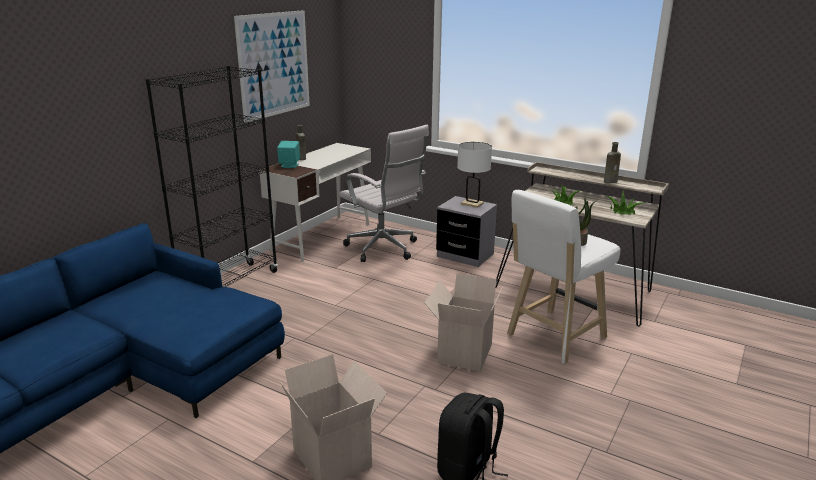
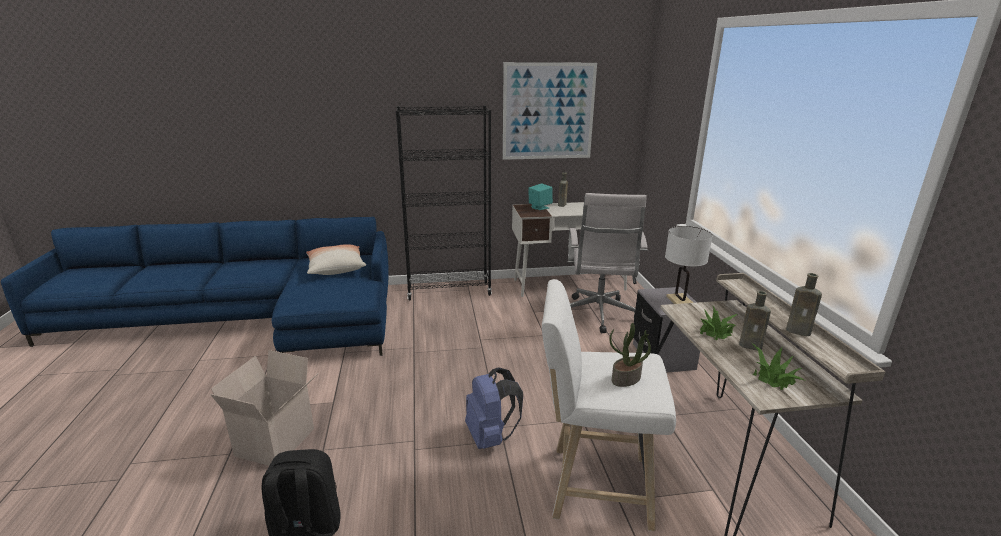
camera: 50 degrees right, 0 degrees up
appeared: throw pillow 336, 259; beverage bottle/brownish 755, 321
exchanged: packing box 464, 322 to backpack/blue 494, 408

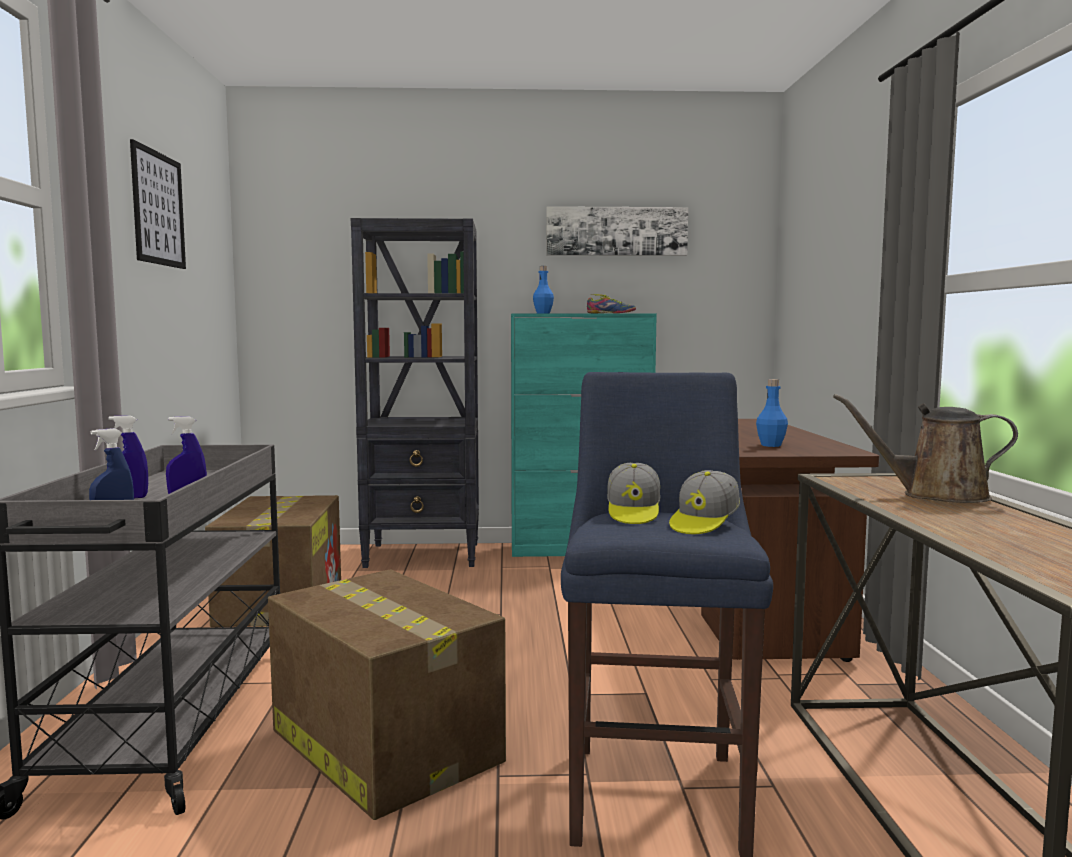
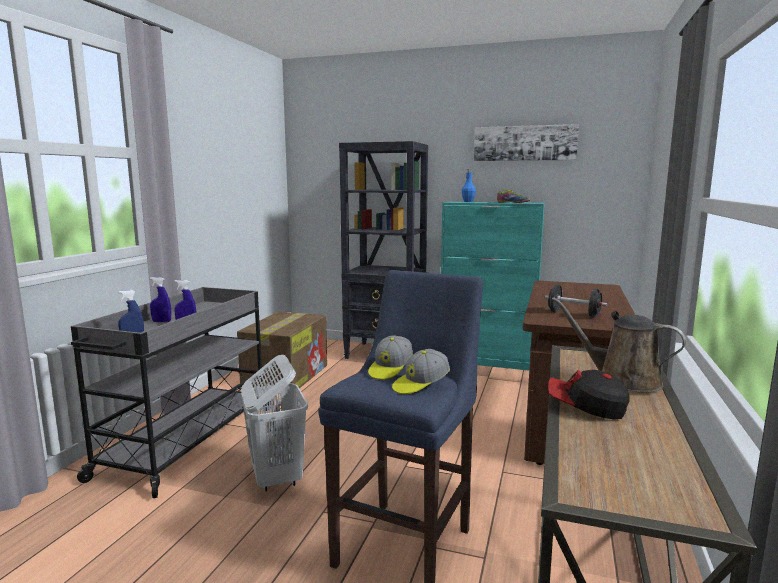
camera: 20 degrees right, 5 degrees up
missing: wall picture 158, 204
appeared: baseball cap 589, 394
exchanged: packing box 387, 694 to washing basket/whitish 274, 423; beverage bottle/blue 772, 413 to free weight/black-coloured 575, 301

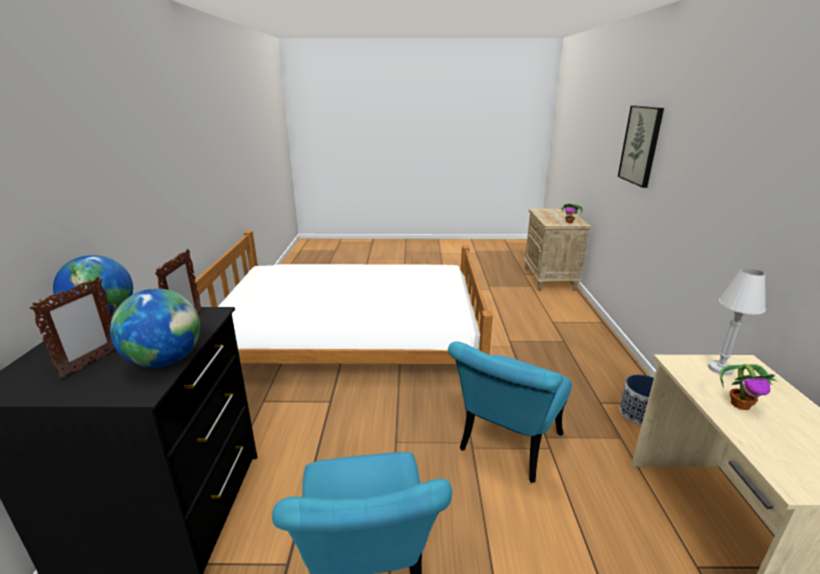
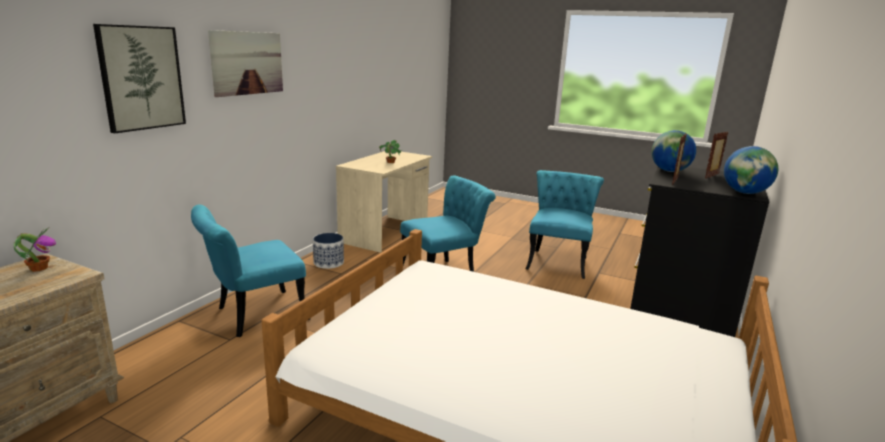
camera: 155 degrees left, 5 degrees down
missing: tabletop lamp/whitish 737, 321
appeared: upright chair/blue-green 250, 271; wall picture 245, 63

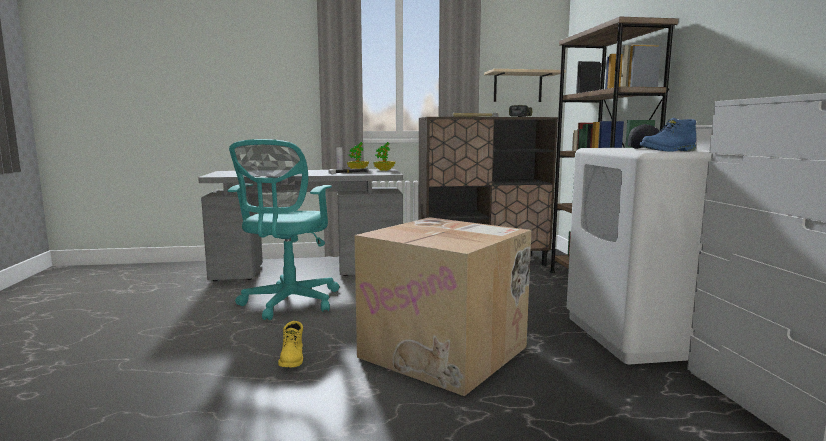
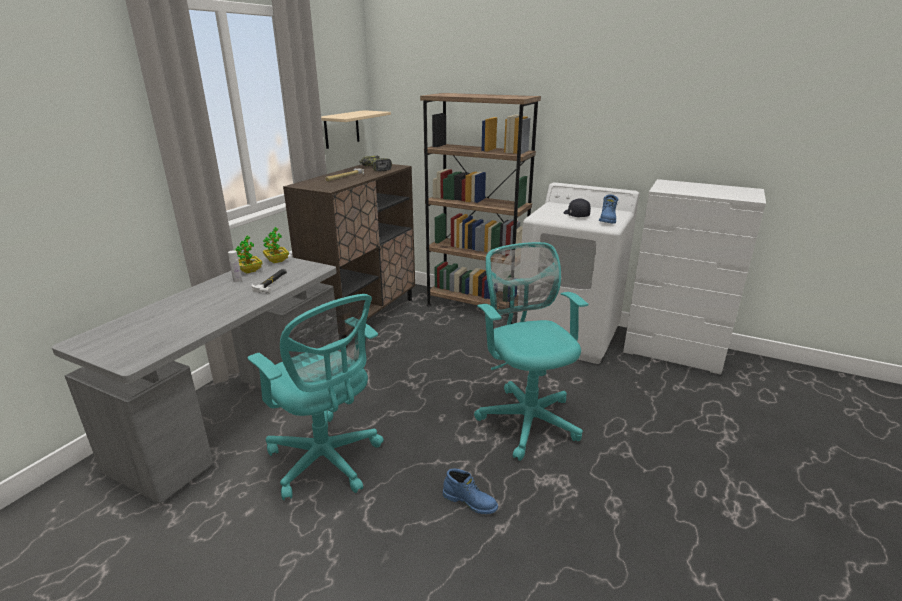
camera: 55 degrees left, 15 degrees up
exchanged: packing box 442, 306 to office chair/blue-green 531, 351
colour: high-top boot/yellow 290, 344 to high-top boot/blue 470, 491

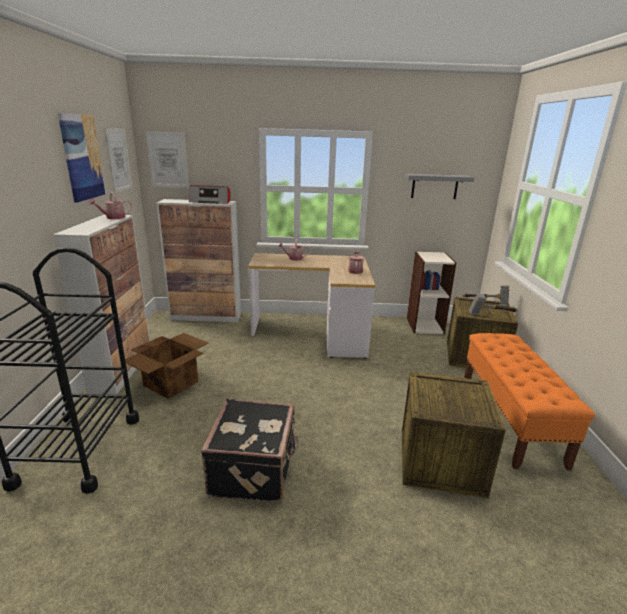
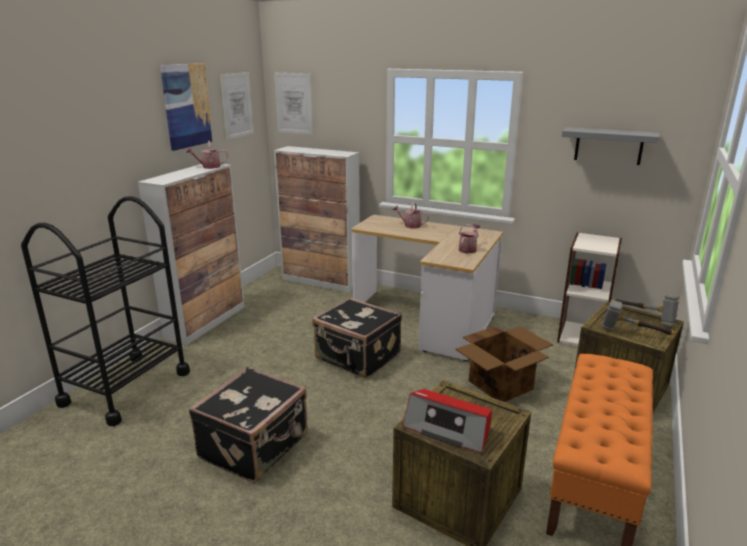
camera: 25 degrees right, 0 degrees up
appeared: suitcase/black-coloured 357, 337
relocated: packing box 167, 366 to 504, 364; radio receiver 209, 194 to 447, 421

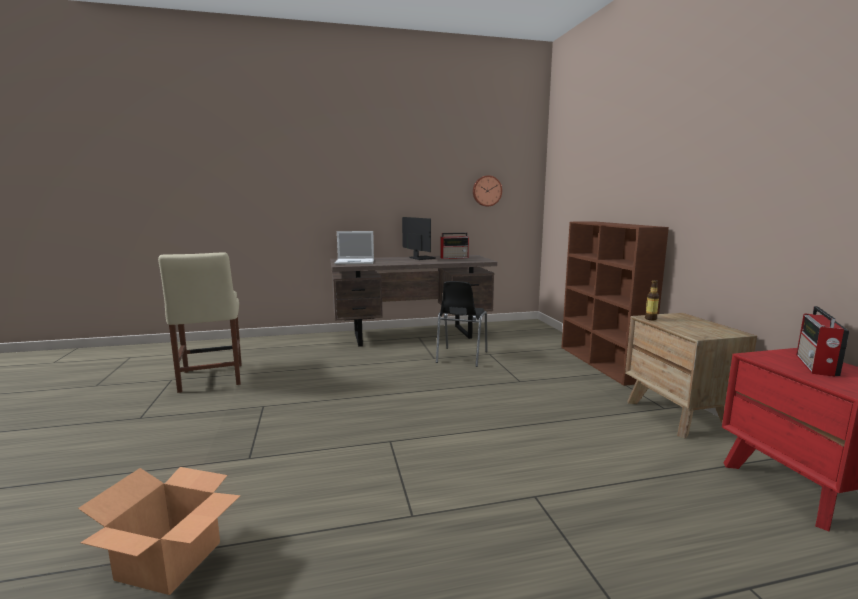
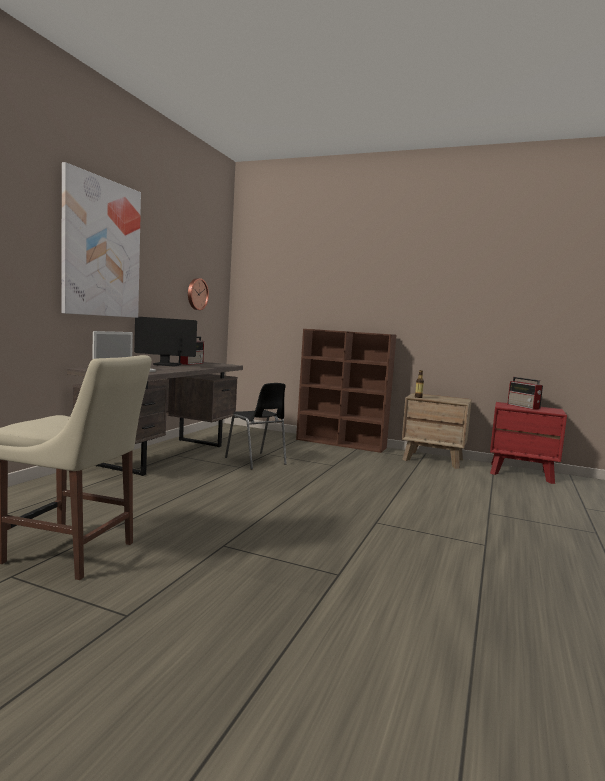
camera: 55 degrees left, 5 degrees down
missing: packing box 159, 531
appeared: wall picture 101, 240

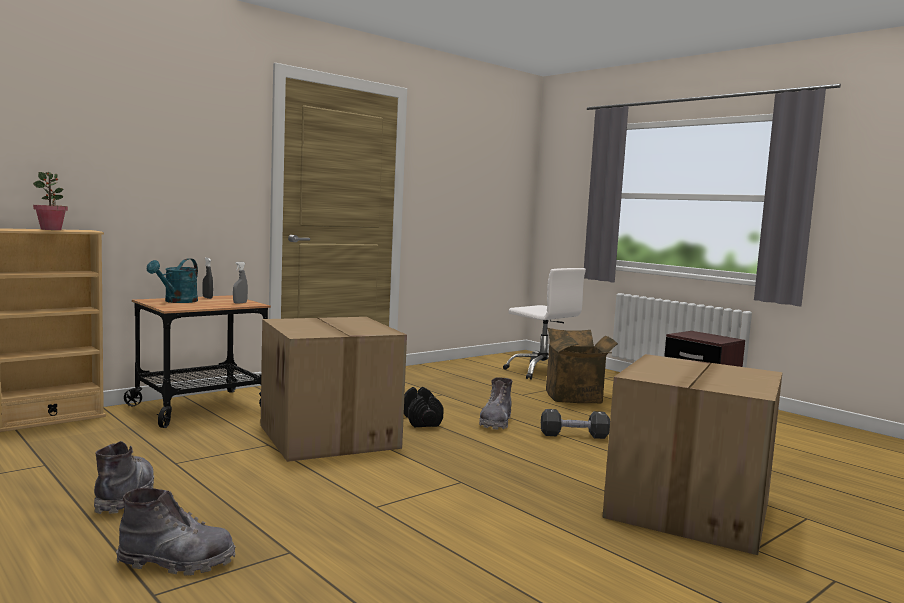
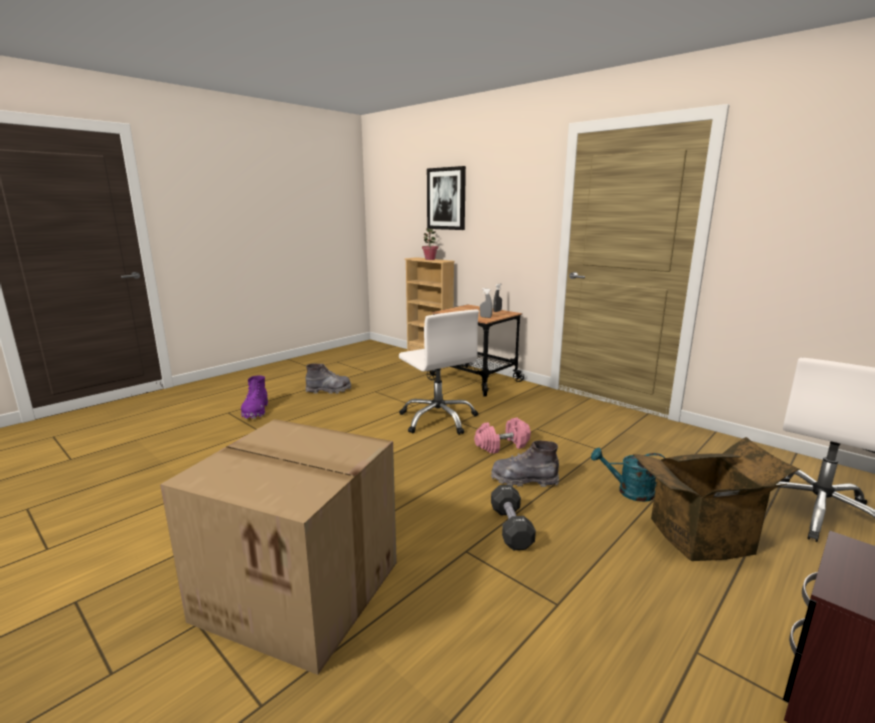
camera: 85 degrees right, 10 degrees up
appeared: wall picture 446, 198
relocated: sprinkling can/blue-green 172, 280 to 628, 475
exchanged: packing box 334, 389 to office chair/whitish 439, 372
colour: high-top boot/grey 176, 532 to high-top boot/purple 254, 397; free weight/black-coloured 424, 407 to free weight/pink-coloured 502, 435

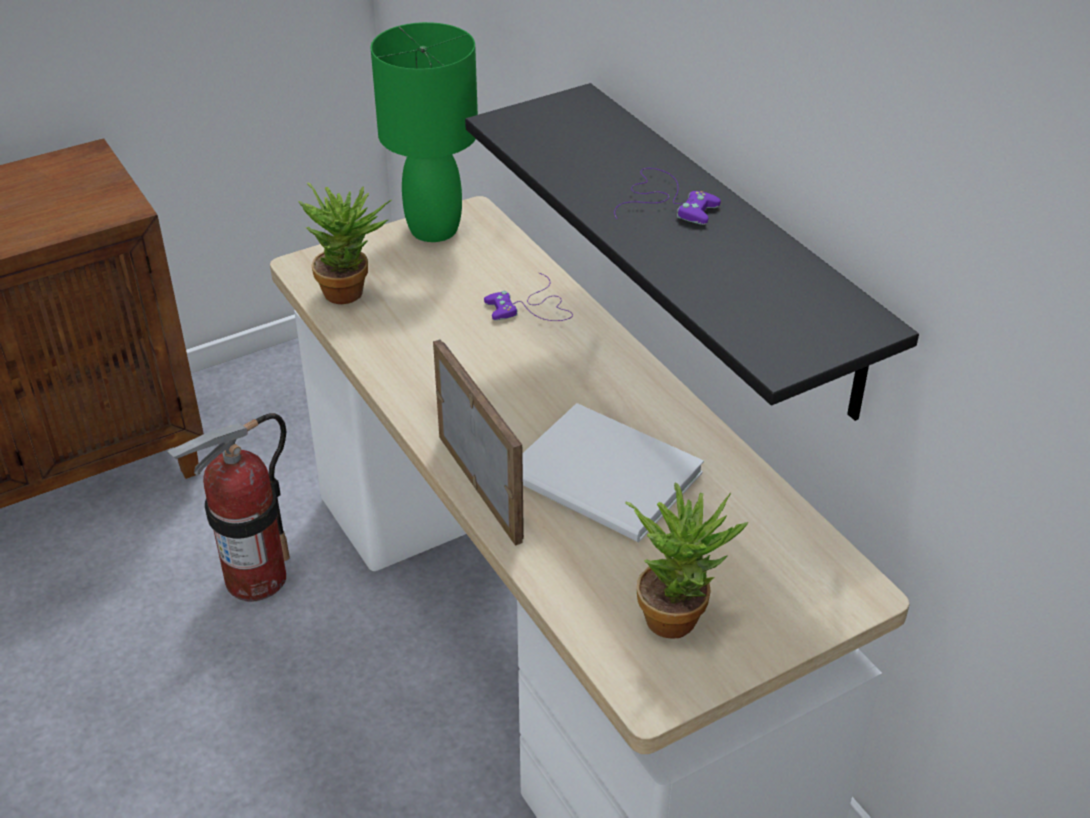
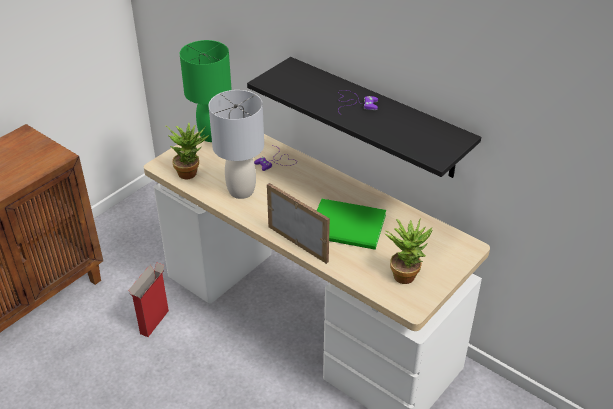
camera: 20 degrees left, 0 degrees up
appeared: tabletop lamp/grey 236, 144
exchanged: fire extinguisher 228, 507 to packing box 148, 299
colour: book/whitish 613, 472 to book/green-coloured 351, 224

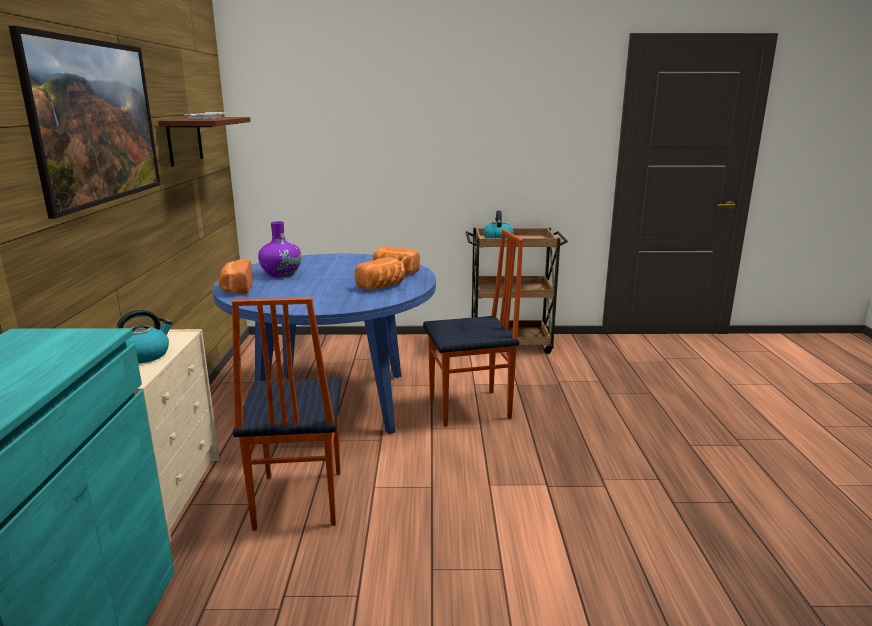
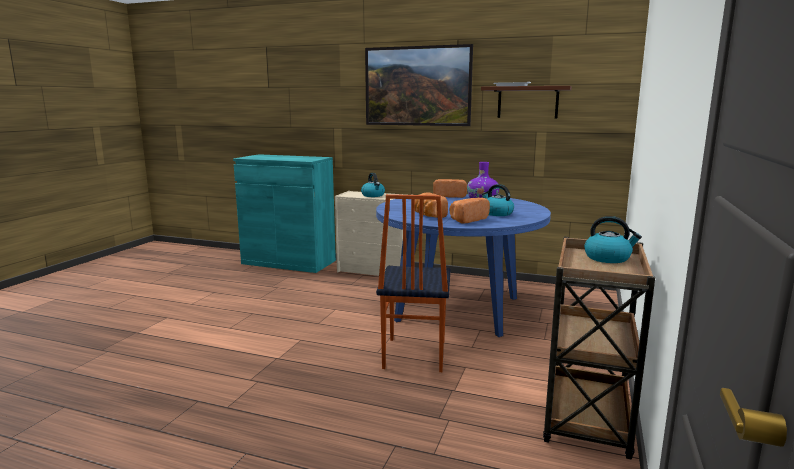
camera: 110 degrees right, 5 degrees down
missing: upright chair 287, 414
appeared: tea kettle 498, 200

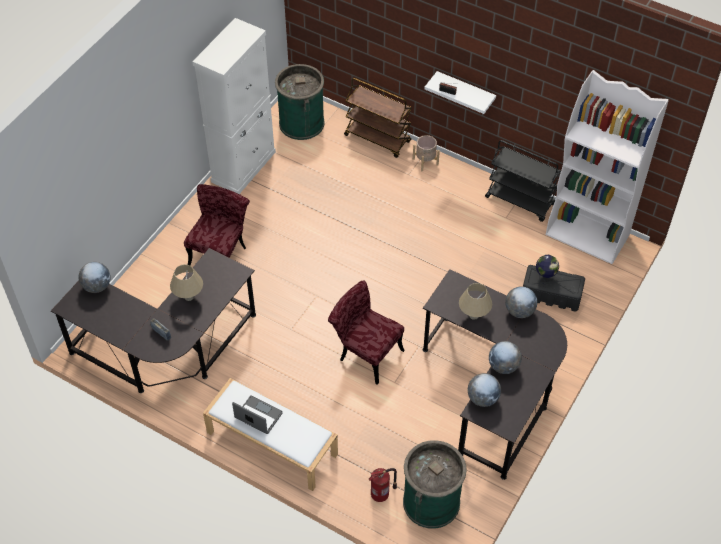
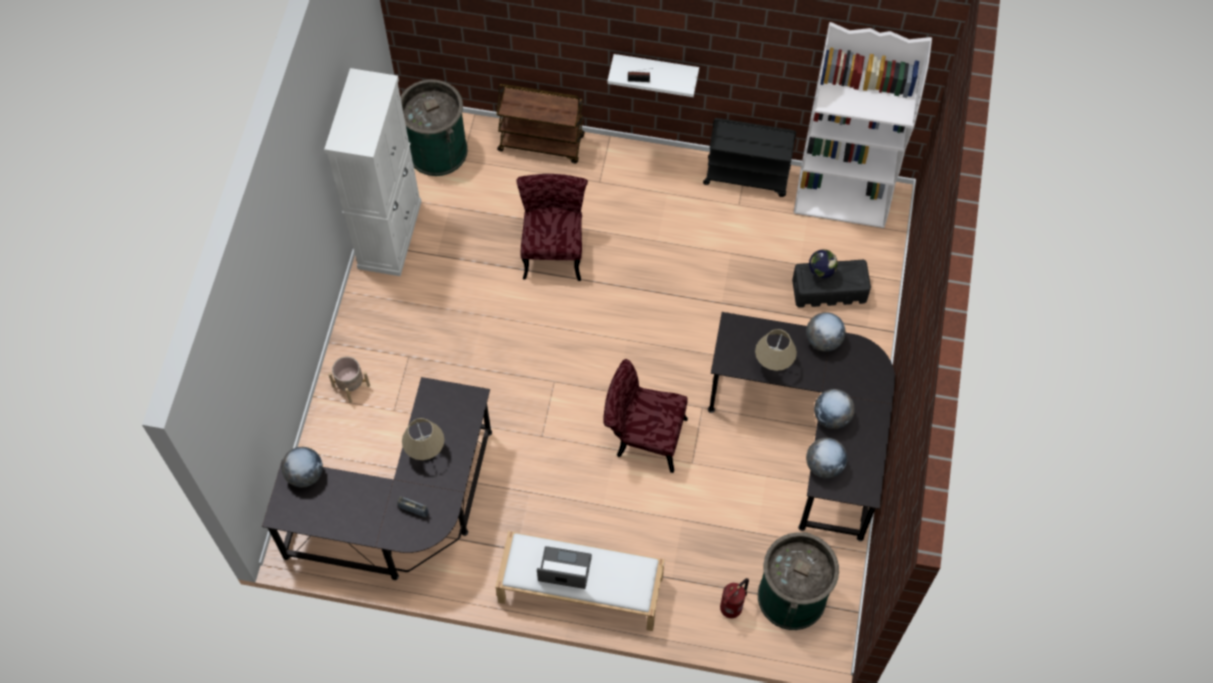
camera: 20 degrees left, 10 degrees up
relocated: upright chair/red-coloured 217, 224 to 552, 227; plant pot/beige-coloured 426, 153 to 349, 379

